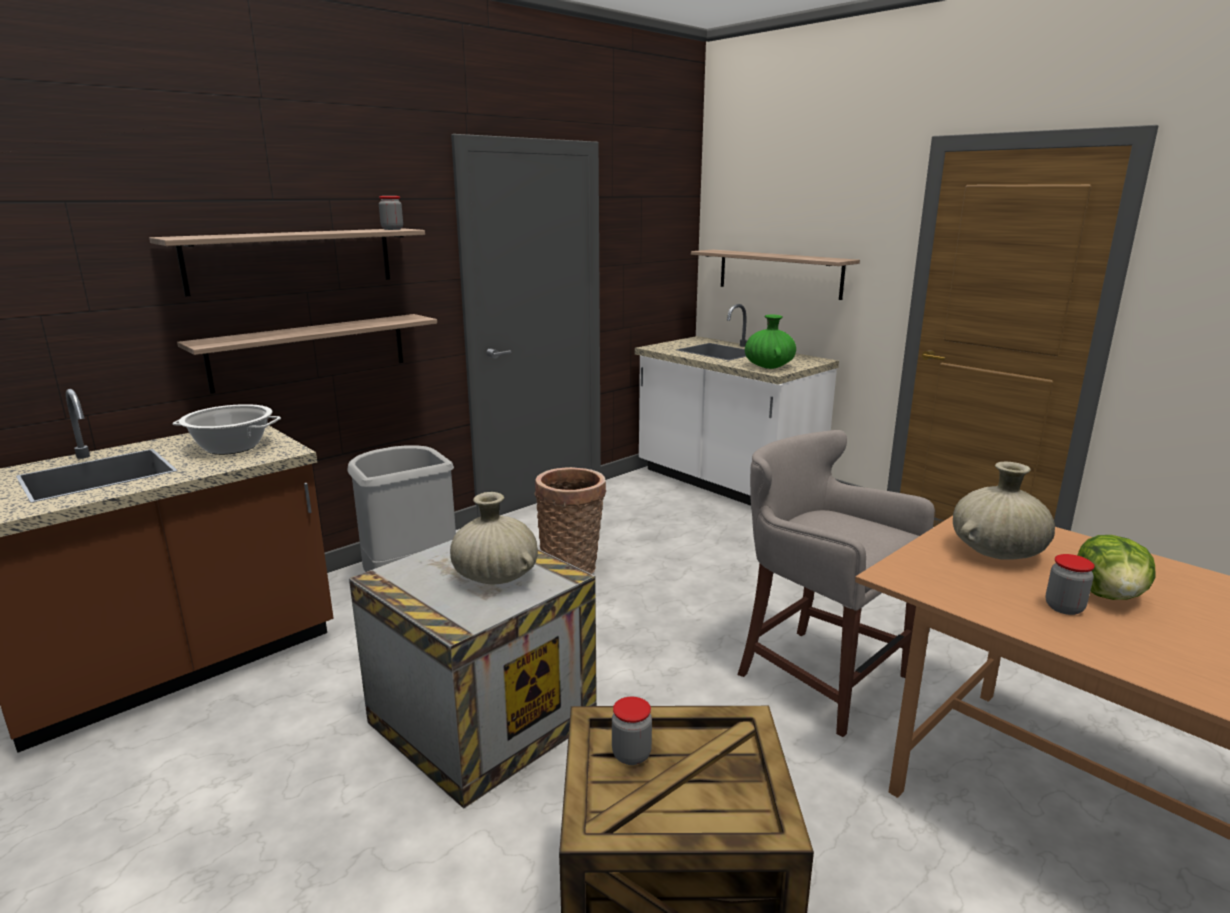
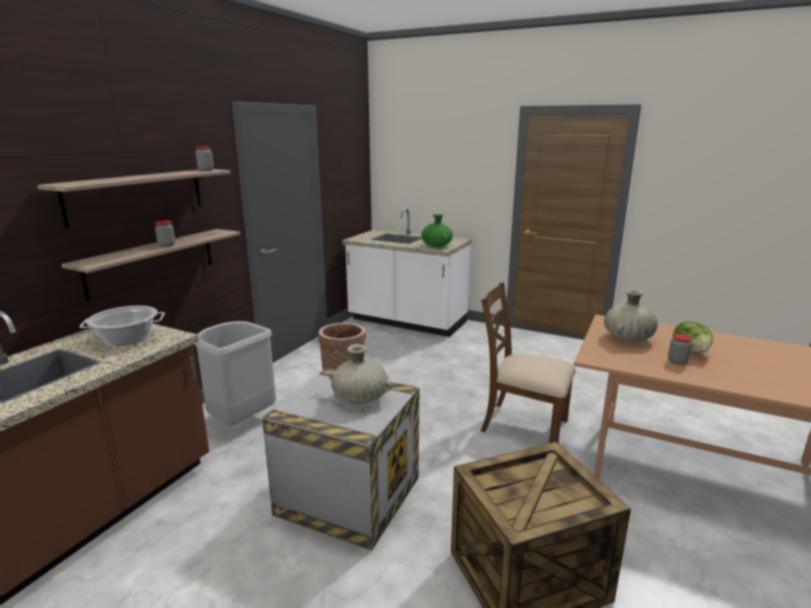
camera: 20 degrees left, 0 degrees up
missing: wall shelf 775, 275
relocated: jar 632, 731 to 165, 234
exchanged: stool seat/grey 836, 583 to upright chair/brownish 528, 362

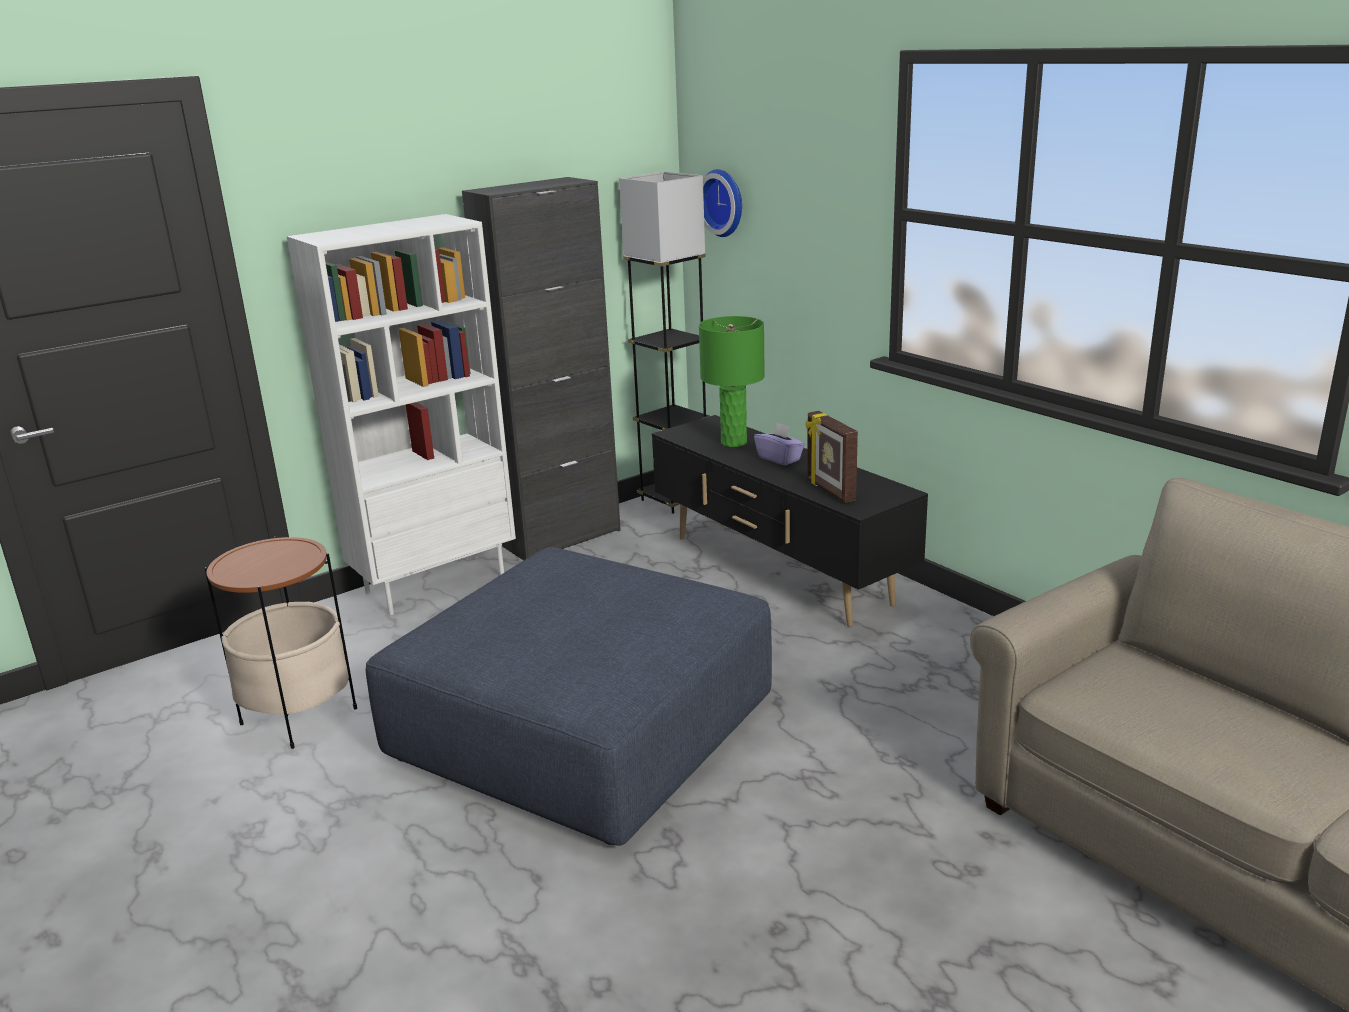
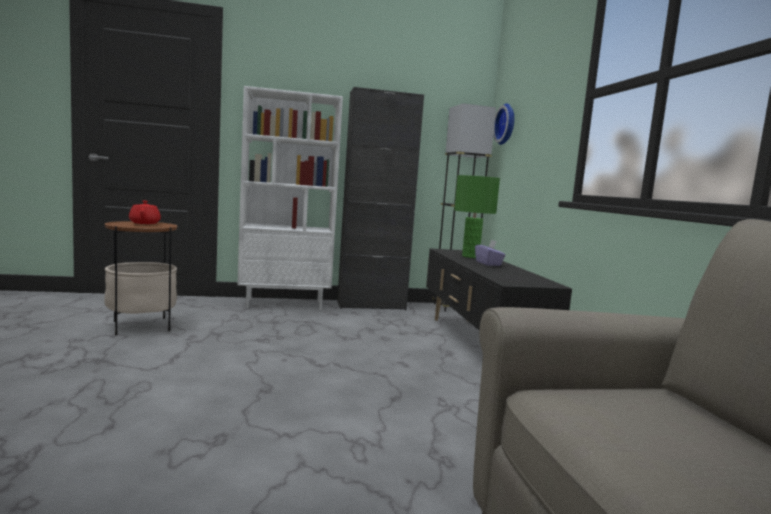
camera: 25 degrees right, 15 degrees down
missing: pouffe/blue 569, 696; picture frame 831, 457
appeared: teapot/red-coloured 145, 212

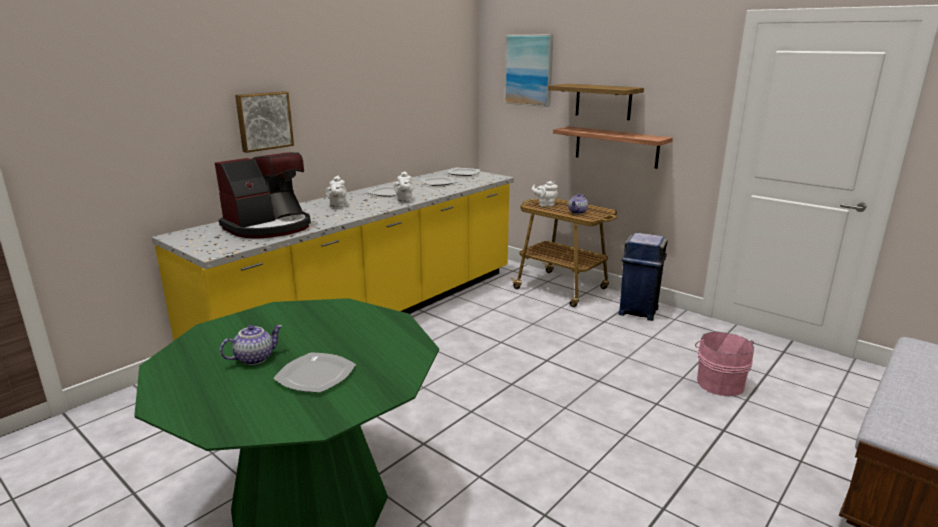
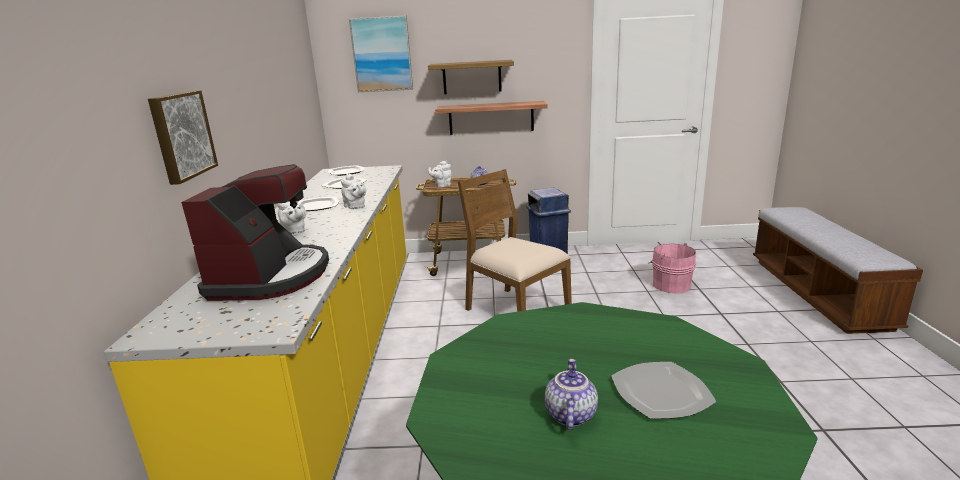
camera: 40 degrees left, 0 degrees up
appeared: upright chair/brownish 515, 240

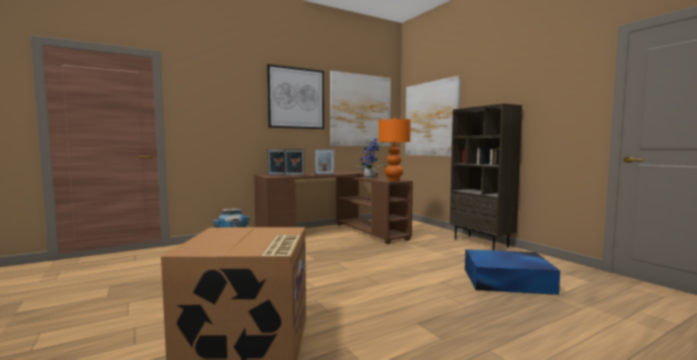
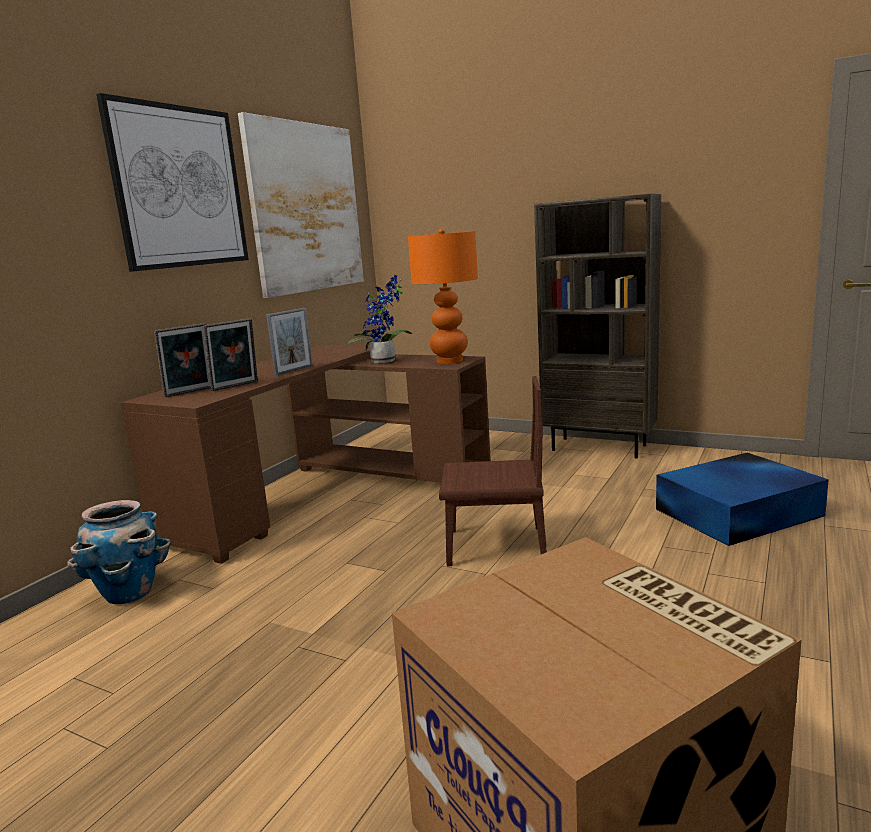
camera: 30 degrees left, 10 degrees up
missing: wall picture 433, 116
appeared: upright chair/brownish 493, 471

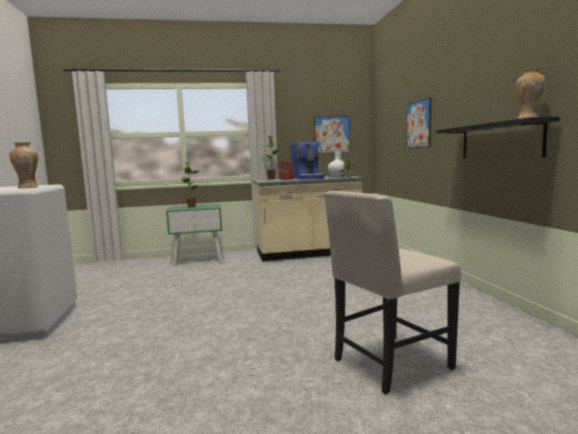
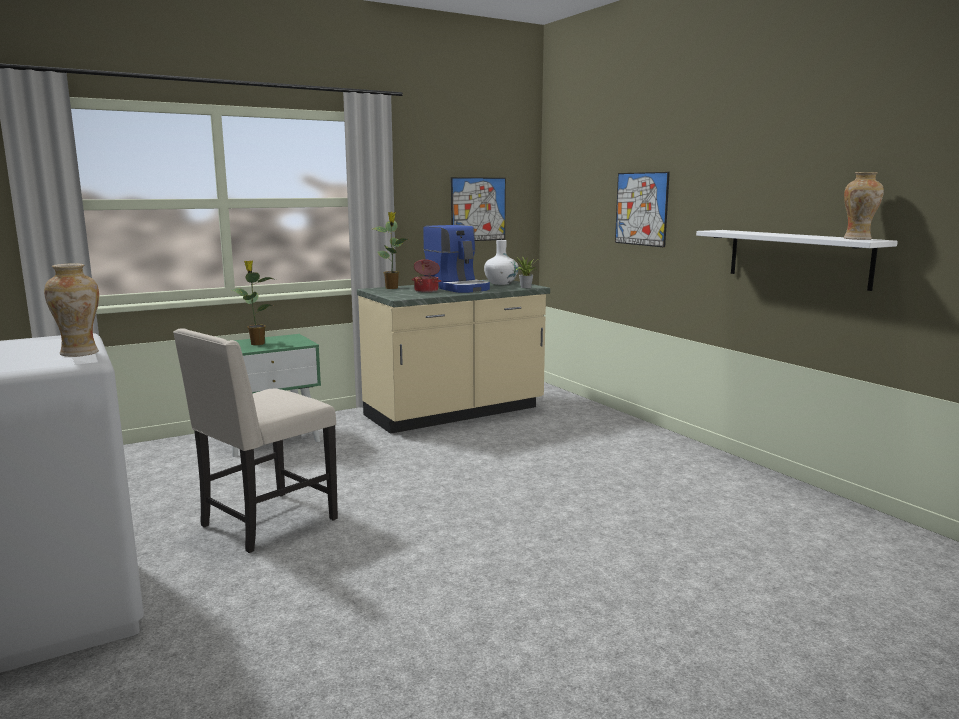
camera: 20 degrees left, 5 degrees up
relocated: upright chair/beige-coloured 392, 292 to 255, 440
colour: wall shelf/black-coloured 498, 137 to wall shelf/whitish 797, 260

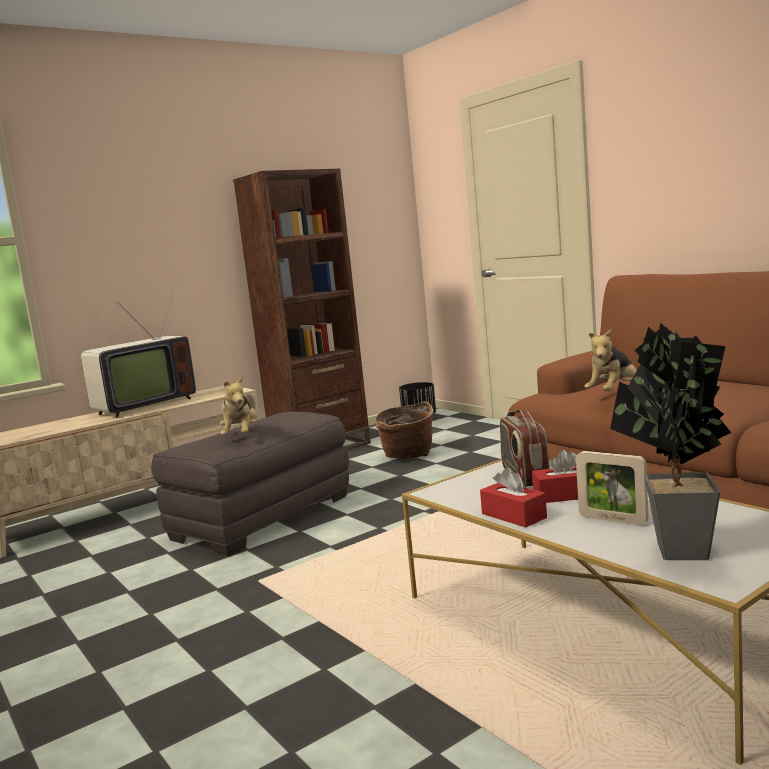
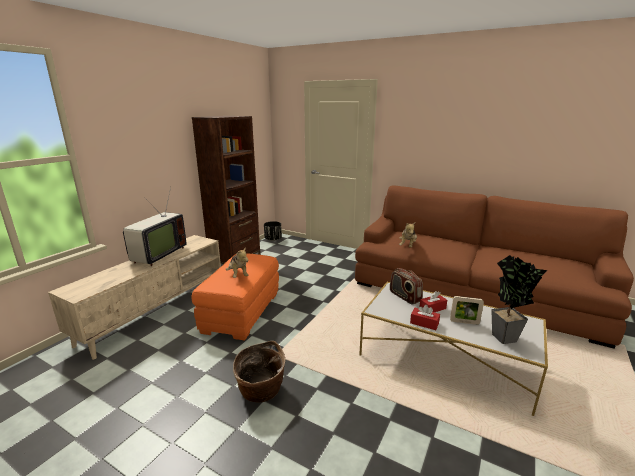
camera: 25 degrees left, 10 degrees up
relocated: storage basket 403, 430 to 259, 372
colour: pouffe/grey 250, 483 to pouffe/orange 235, 297

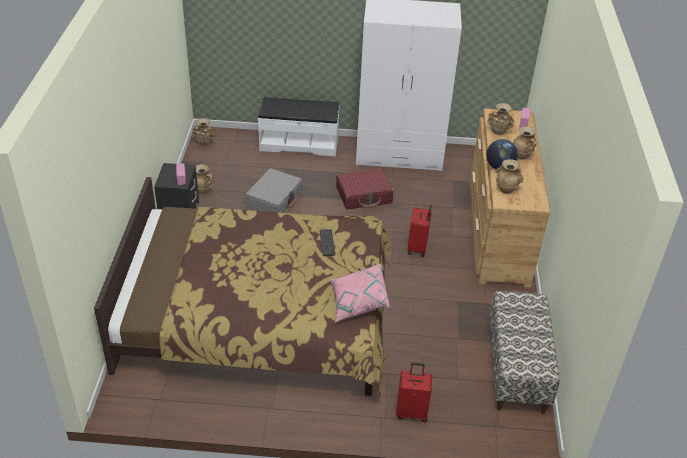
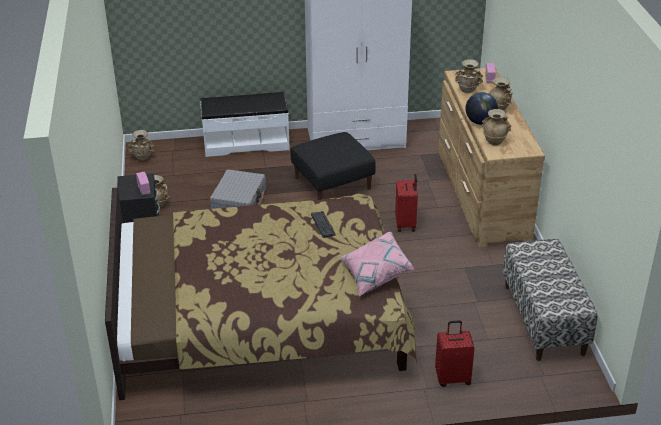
camera: 10 degrees left, 5 degrees down
exchanged: suitcase/red-coloured 365, 189 to pouffe/black-coloured 333, 166

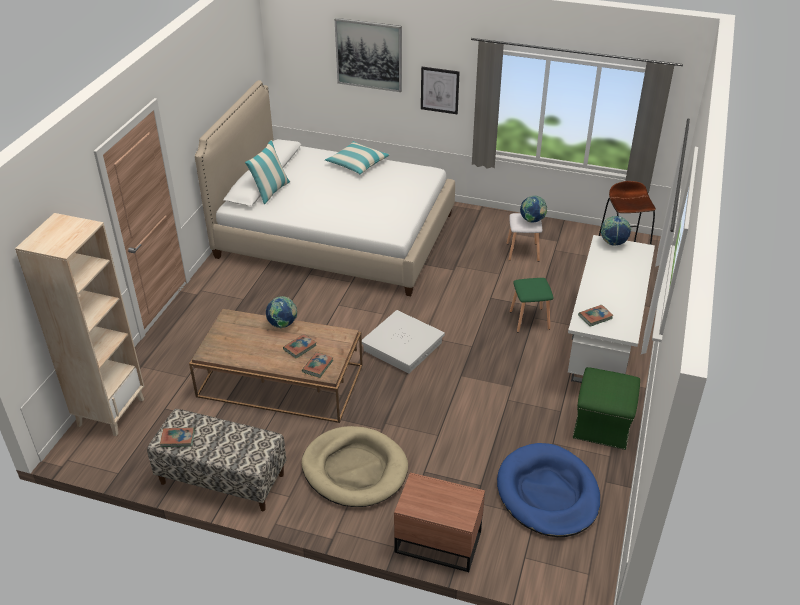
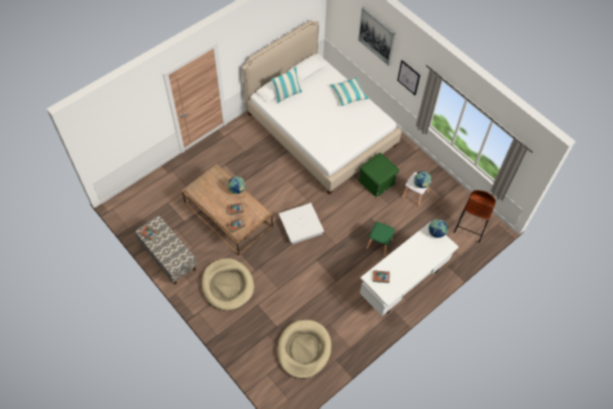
camera: 30 degrees right, 20 degrees up
missing: bookcase/beige-coloured 79, 324; nightstand/brownish 439, 522
relocated: pouffe/green-coloured 606, 408 to 378, 175
colour: dog cushion/blue 548, 490 to dog cushion/beige-coloured 304, 349

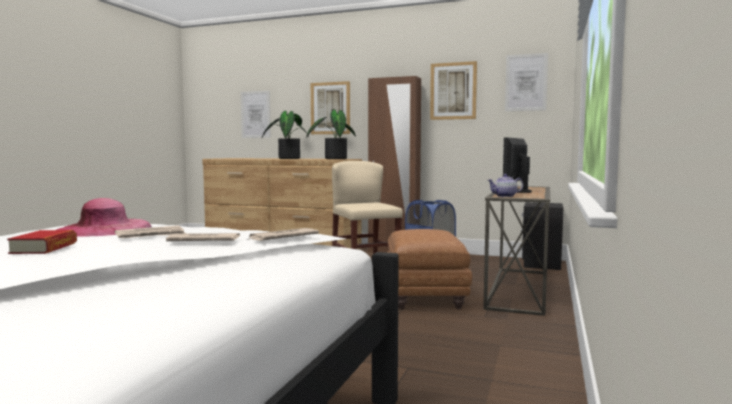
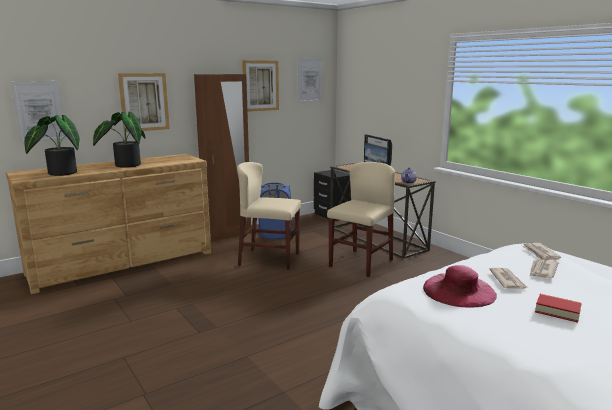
camera: 55 degrees left, 10 degrees up
relocated: houseplant 331, 134 to 52, 145
exchanged: pouffe/brownish 429, 269 to upright chair/beige-coloured 361, 219

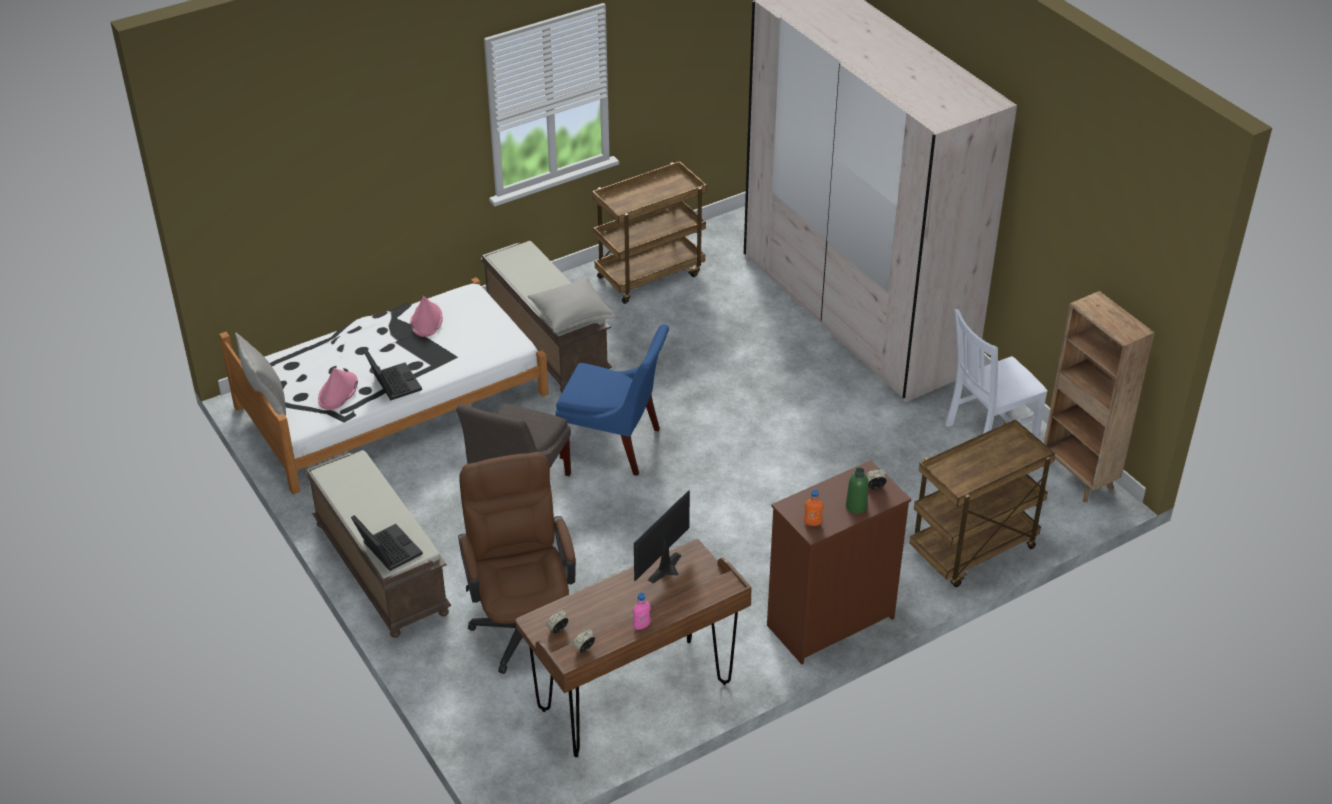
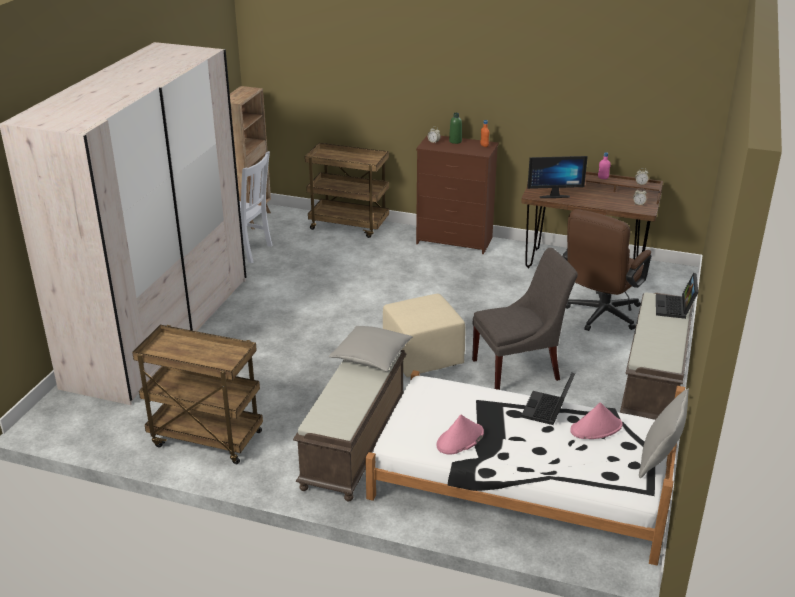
camera: 130 degrees left, 10 degrees down
exchanged: upright chair/blue 612, 400 to pouffe/beige-coloured 424, 335

